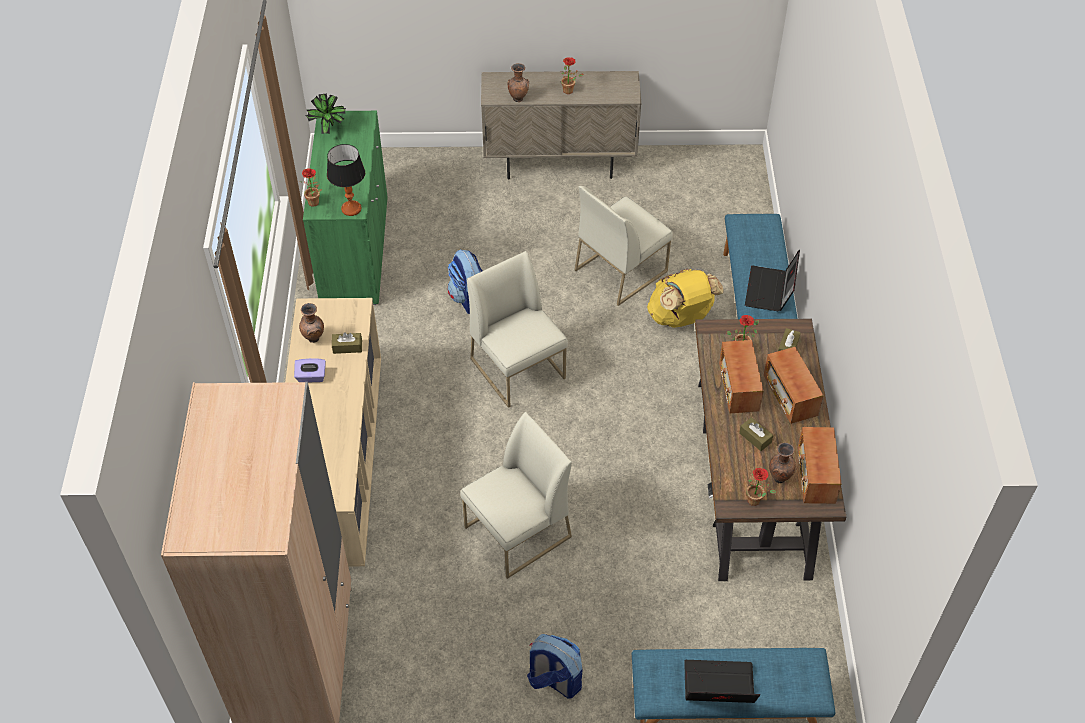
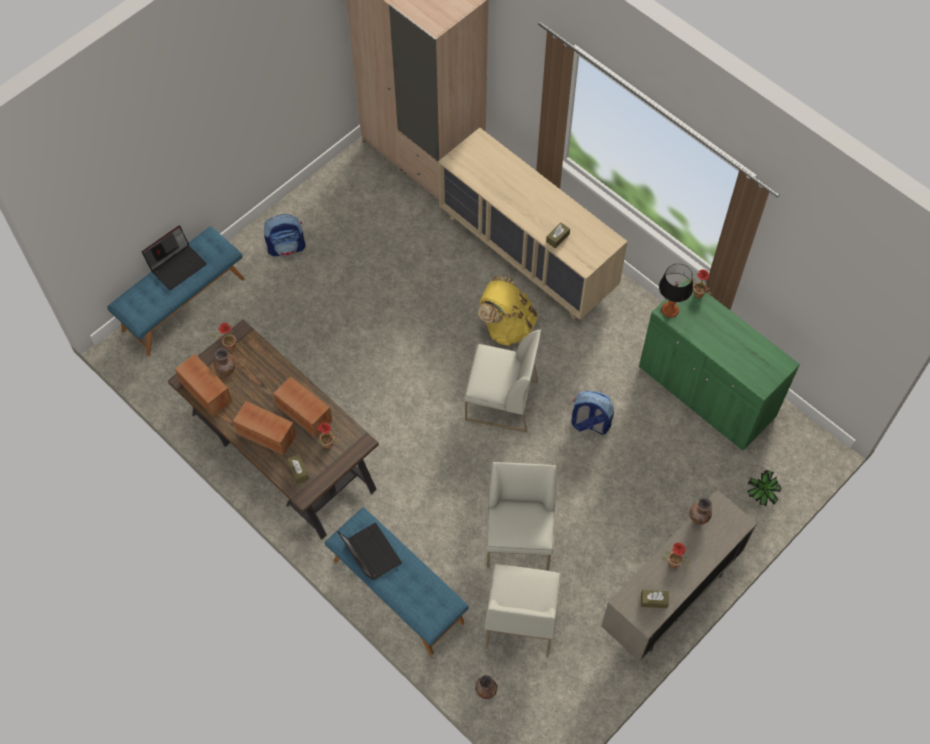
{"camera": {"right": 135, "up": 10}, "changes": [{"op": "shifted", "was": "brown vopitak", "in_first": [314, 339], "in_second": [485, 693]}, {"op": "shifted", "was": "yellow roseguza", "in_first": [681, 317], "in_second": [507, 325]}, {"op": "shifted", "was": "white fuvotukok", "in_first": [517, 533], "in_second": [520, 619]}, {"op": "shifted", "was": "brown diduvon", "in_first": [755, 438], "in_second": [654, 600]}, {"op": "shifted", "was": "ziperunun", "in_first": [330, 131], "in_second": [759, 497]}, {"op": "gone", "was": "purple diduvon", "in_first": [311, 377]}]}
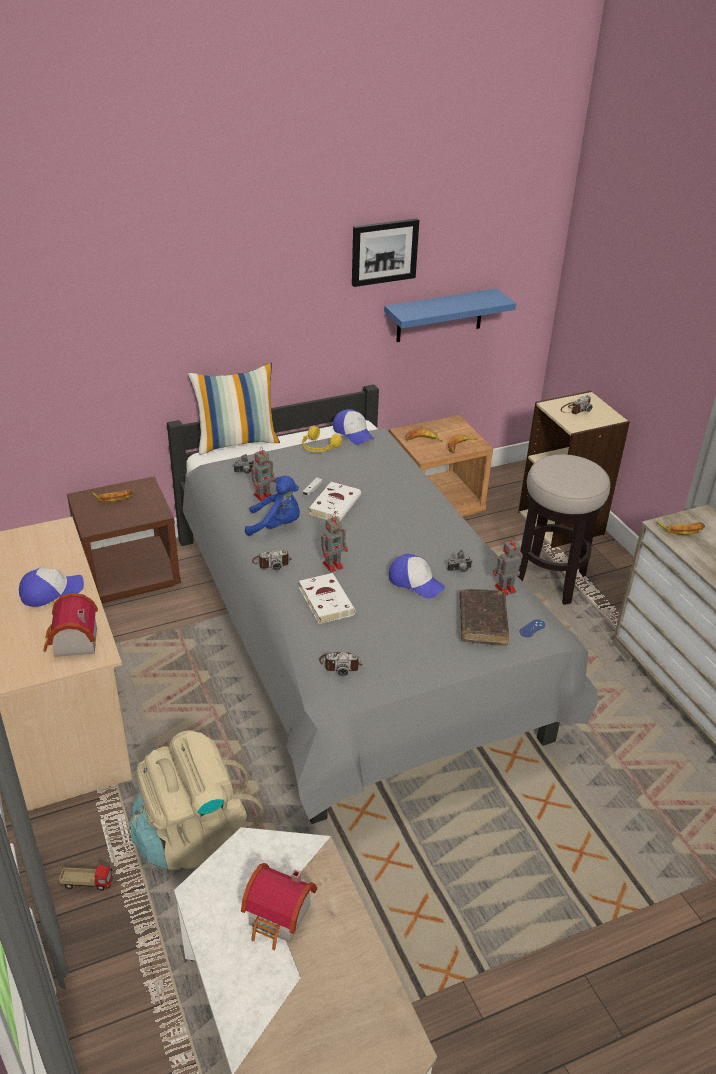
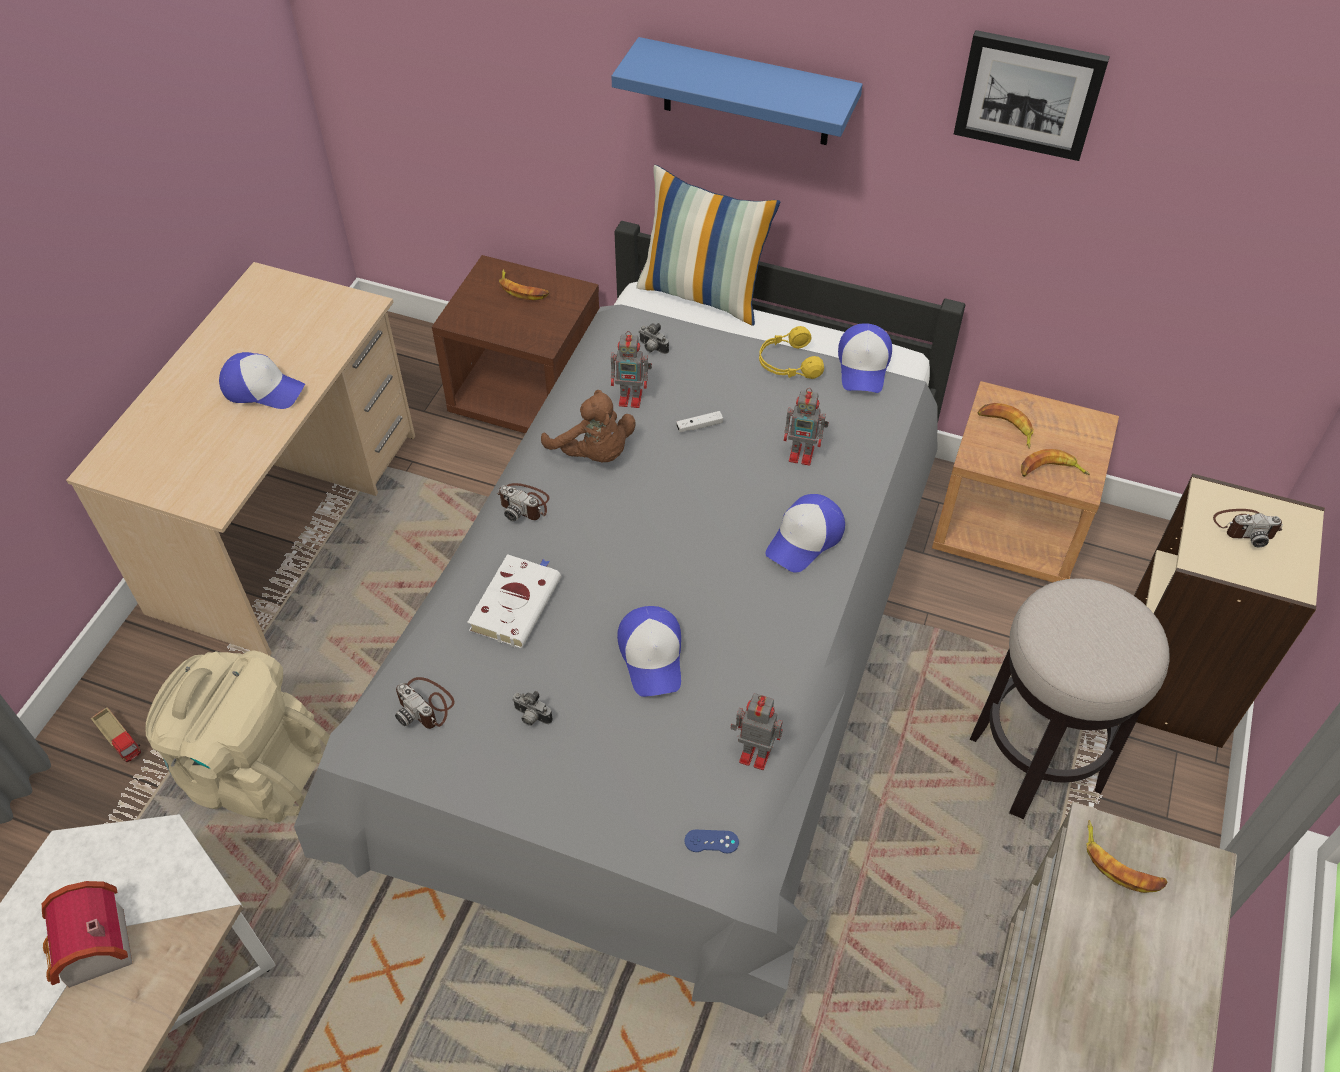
{"camera": {"right": 45, "up": 15}, "changes": [{"op": "shifted", "was": "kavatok", "in_first": [460, 570], "in_second": [531, 717]}, {"op": "repainted", "was": "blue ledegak", "now": "brown ledegak", "in_first": [276, 525], "in_second": [594, 453]}, {"op": "shifted", "was": "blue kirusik", "in_first": [440, 315], "in_second": [746, 93]}, {"op": "new", "now": "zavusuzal", "in_second": [805, 539]}, {"op": "shifted", "was": "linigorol", "in_first": [333, 565], "in_second": [803, 454]}, {"op": "gone", "was": "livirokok", "in_first": [72, 643]}, {"op": "gone", "was": "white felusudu", "in_first": [335, 504]}, {"op": "gone", "was": "brown felusudu", "in_first": [482, 622]}]}
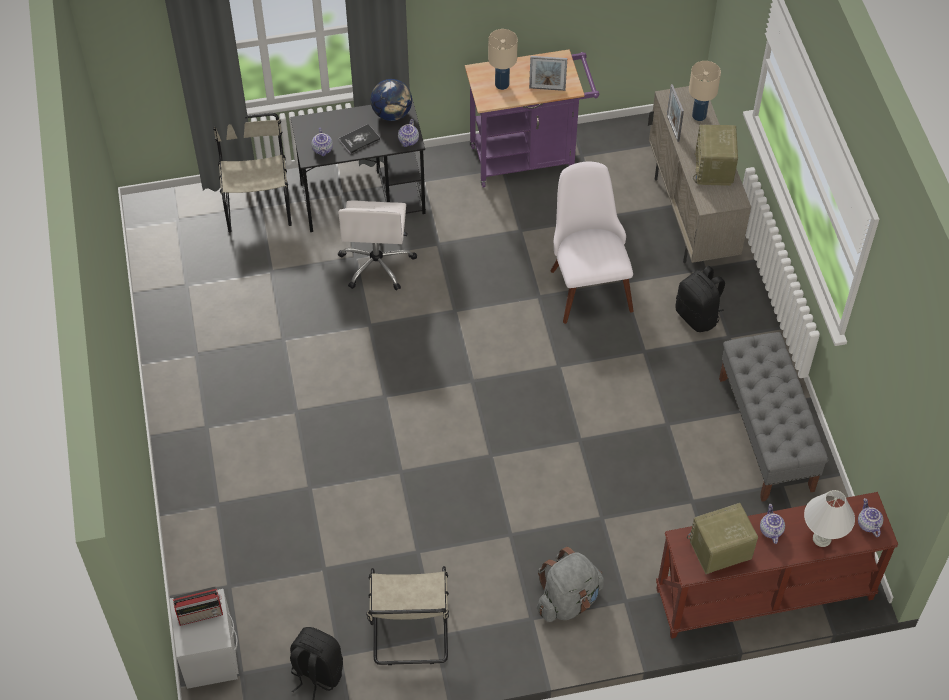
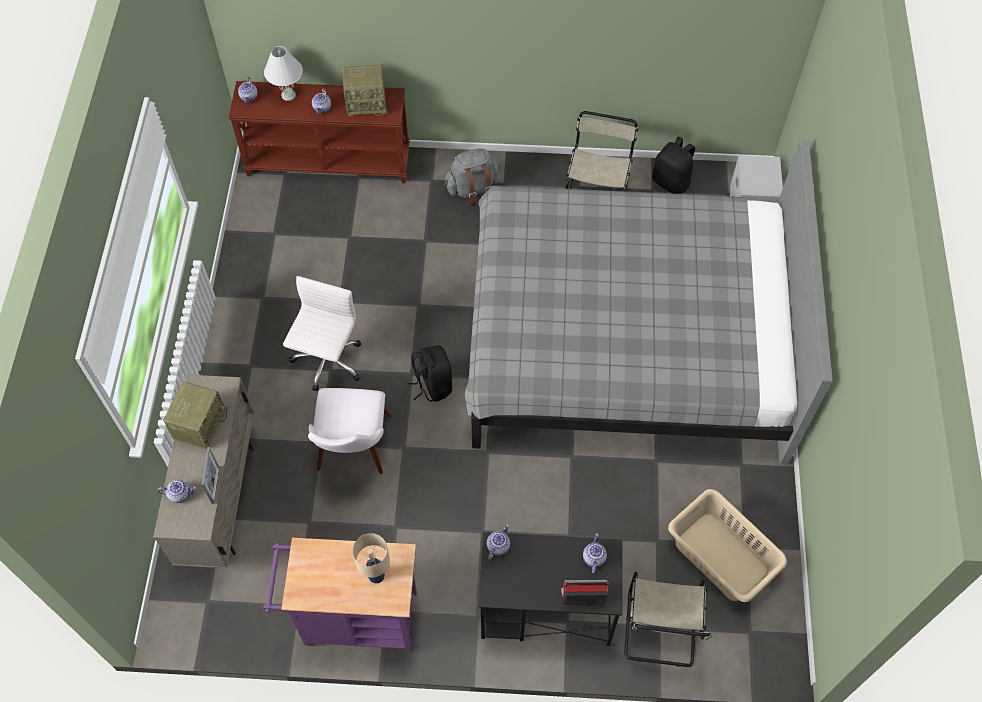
{"camera": {"right": -165, "up": 5}, "changes": [{"op": "swapped", "was": "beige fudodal", "now": "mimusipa", "in_first": [699, 116], "in_second": [180, 494]}, {"op": "shifted", "was": "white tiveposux", "in_first": [377, 264], "in_second": [327, 362]}, {"op": "shifted", "was": "black roseguza", "in_first": [698, 316], "in_second": [432, 385]}, {"op": "new", "now": "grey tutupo", "in_second": [627, 339]}, {"op": "shifted", "was": "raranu", "in_first": [201, 613], "in_second": [582, 597]}, {"op": "new", "now": "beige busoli", "in_second": [721, 556]}, {"op": "gone", "was": "felusudu", "in_first": [359, 139]}, {"op": "gone", "was": "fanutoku", "in_first": [392, 114]}, {"op": "gone", "was": "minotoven", "in_first": [547, 88]}, {"op": "gone", "was": "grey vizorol", "in_first": [766, 434]}]}
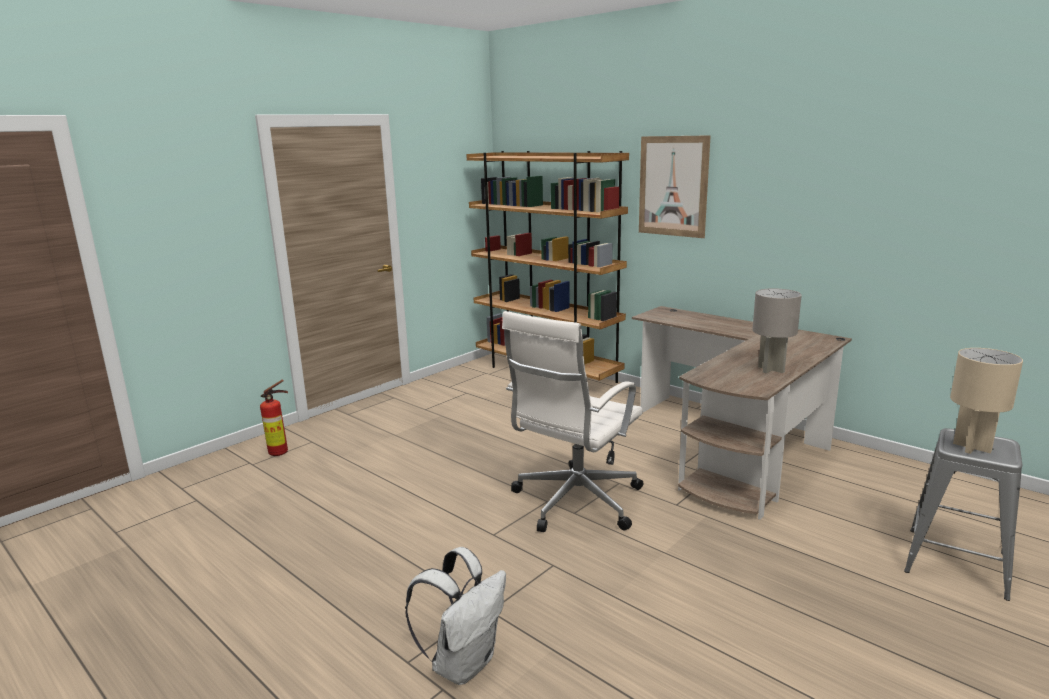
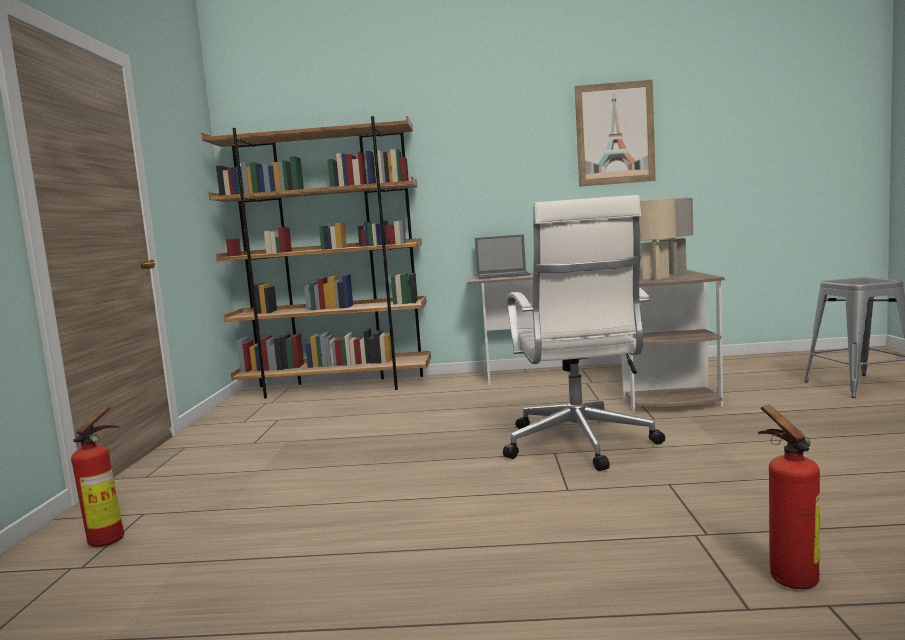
{"camera": {"right": -40, "up": -10}, "changes": [{"op": "new", "now": "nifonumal", "in_second": [503, 275]}, {"op": "shifted", "was": "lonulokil", "in_first": [673, 186], "in_second": [615, 134]}, {"op": "shifted", "was": "beige fudodal", "in_first": [972, 447], "in_second": [655, 278]}, {"op": "swapped", "was": "white roseguza", "now": "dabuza", "in_first": [463, 663], "in_second": [788, 577]}]}
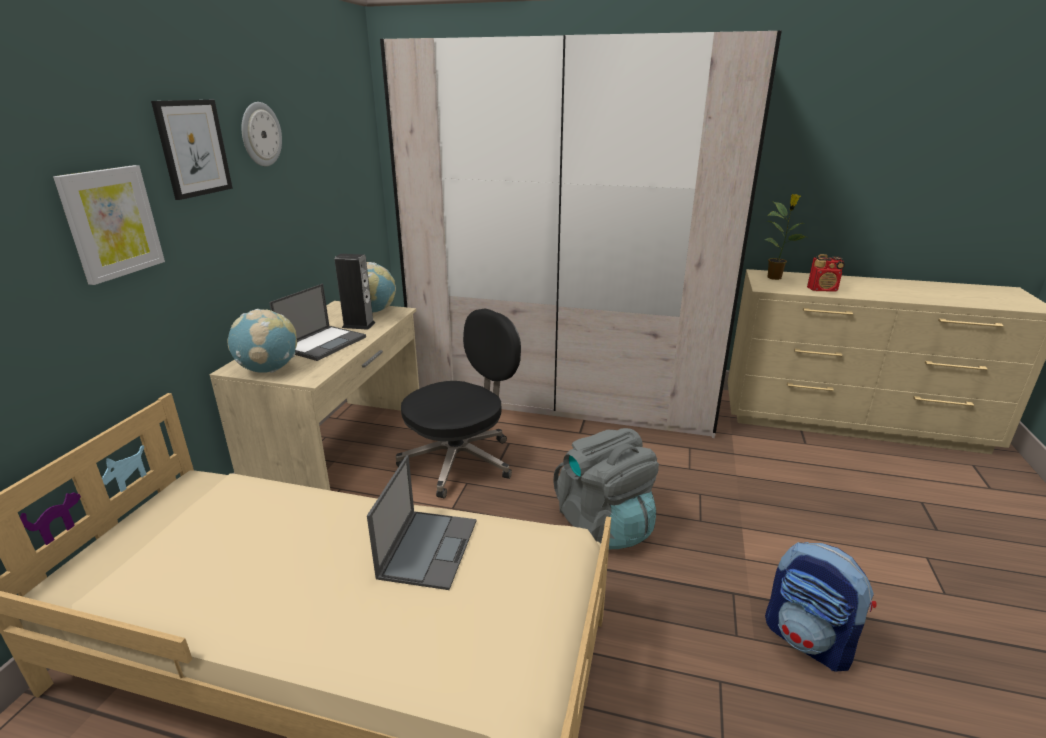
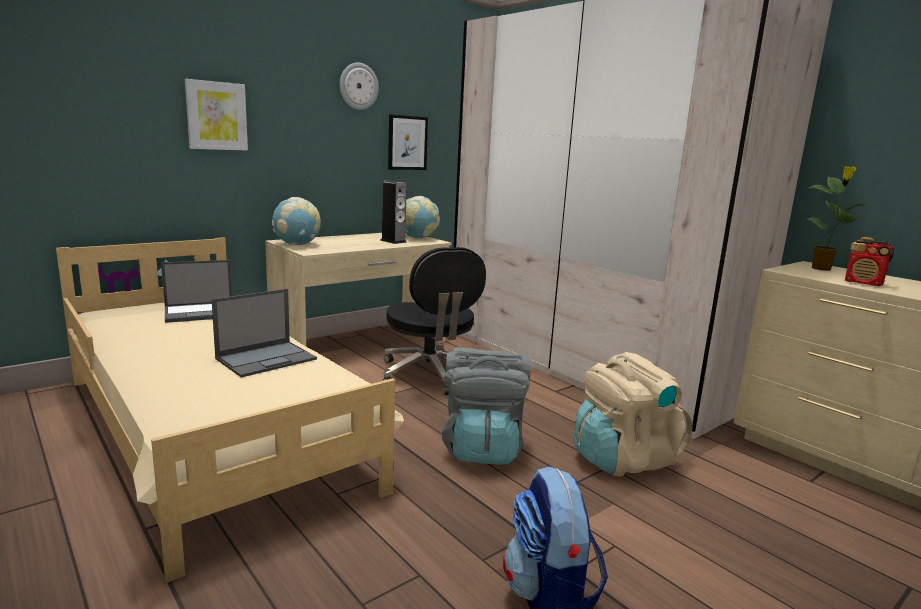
{"camera": {"right": 35, "up": -10}, "changes": [{"op": "shifted", "was": "nifonumal", "in_first": [323, 343], "in_second": [201, 312]}, {"op": "rotated", "was": "black tiveposux", "in_first": [461, 461], "in_second": [430, 374], "clockwise": 75}, {"op": "shifted", "was": "lonulokil", "in_first": [193, 148], "in_second": [407, 143]}, {"op": "new", "now": "beige roseguza", "in_second": [623, 459]}]}
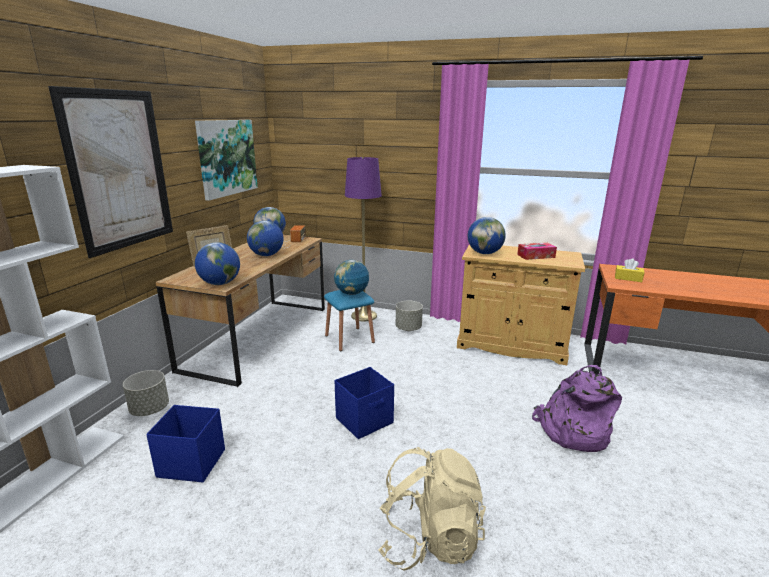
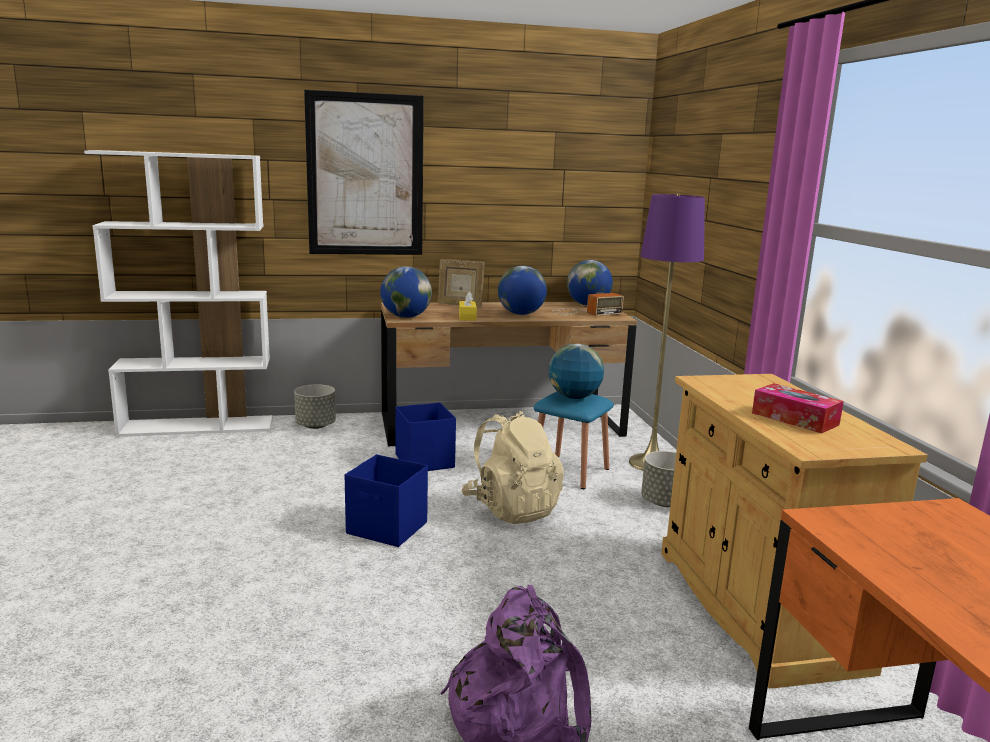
{"camera": {"right": 60, "up": -5}, "changes": [{"op": "shifted", "was": "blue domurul", "in_first": [191, 463], "in_second": [424, 461]}, {"op": "shifted", "was": "yellow diduvon", "in_first": [628, 278], "in_second": [467, 317]}, {"op": "shifted", "was": "beige roseguza", "in_first": [429, 539], "in_second": [511, 509]}, {"op": "gone", "was": "lonulokil", "in_first": [227, 157]}, {"op": "gone", "was": "fanutoku", "in_first": [484, 253]}]}
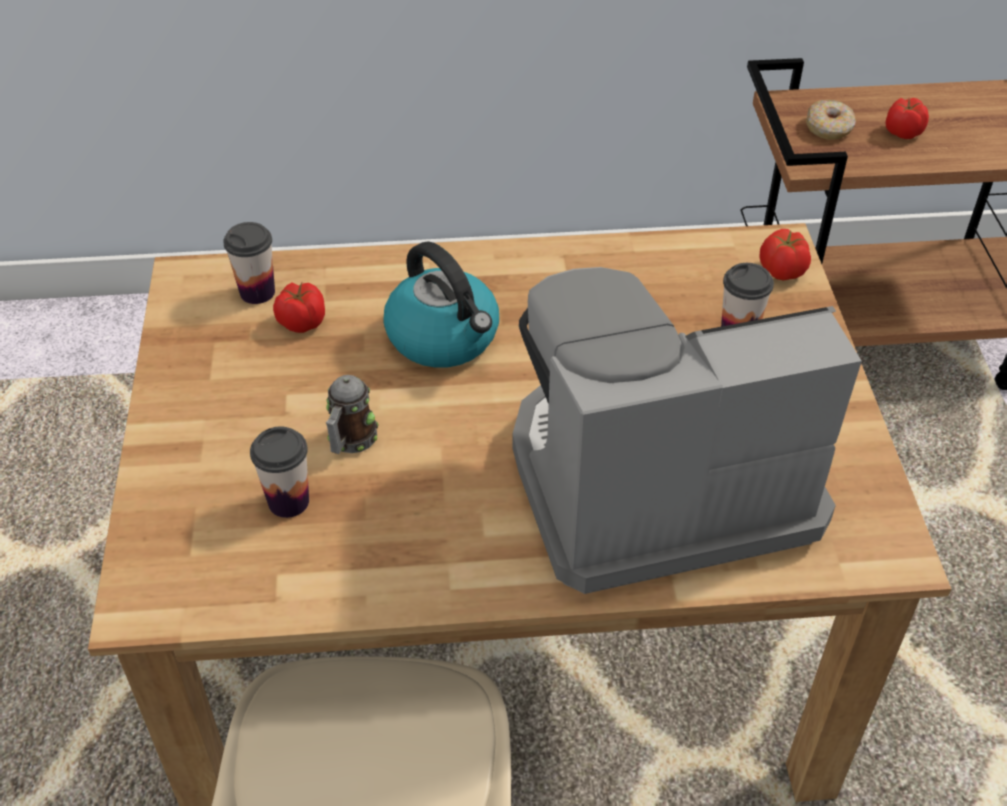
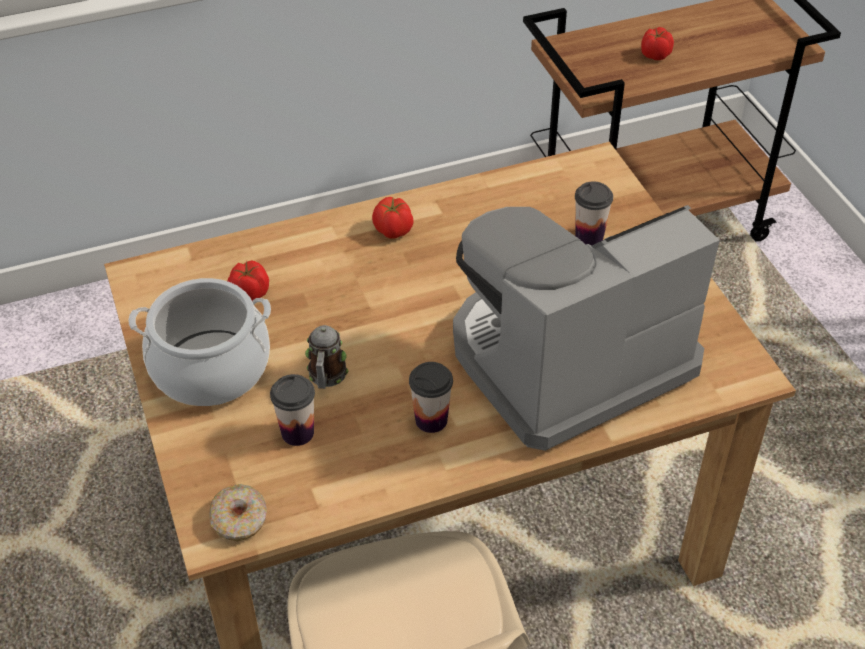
{"camera": {"right": -15, "up": 0}, "changes": [{"op": "new", "now": "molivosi", "in_second": [211, 369]}, {"op": "shifted", "was": "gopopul", "in_first": [829, 128], "in_second": [239, 520]}, {"op": "shifted", "was": "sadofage", "in_first": [781, 271], "in_second": [393, 231]}, {"op": "shifted", "was": "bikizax", "in_first": [257, 292], "in_second": [431, 420]}, {"op": "gone", "was": "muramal", "in_first": [444, 337]}]}
